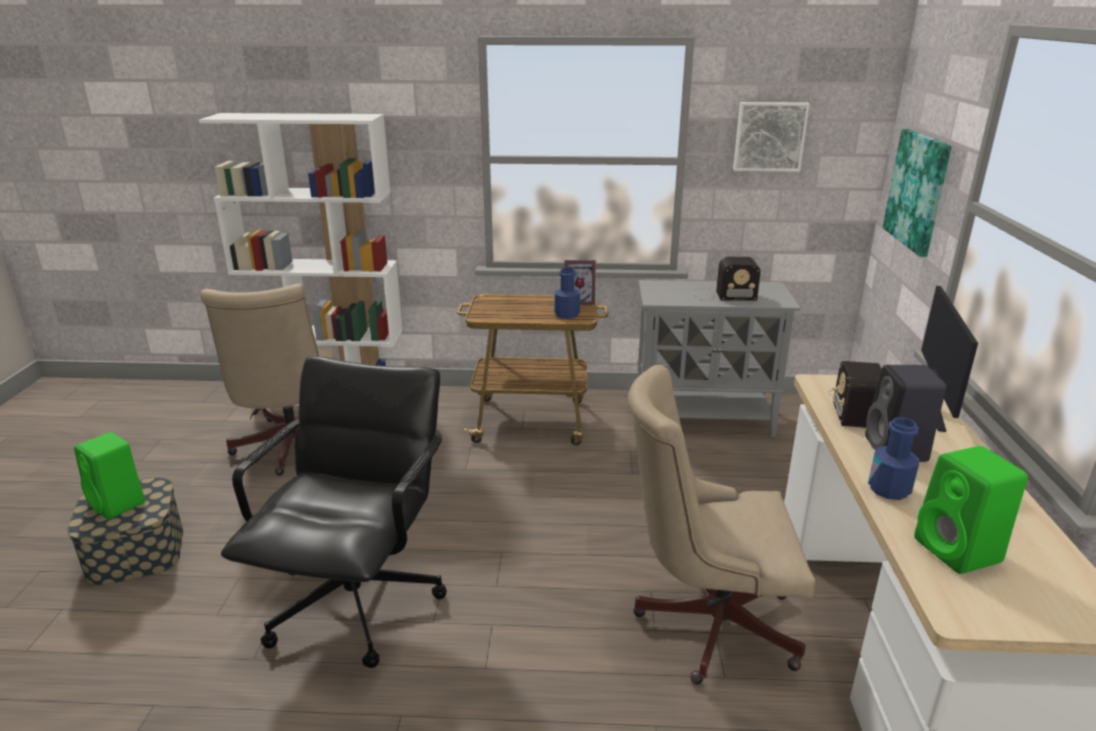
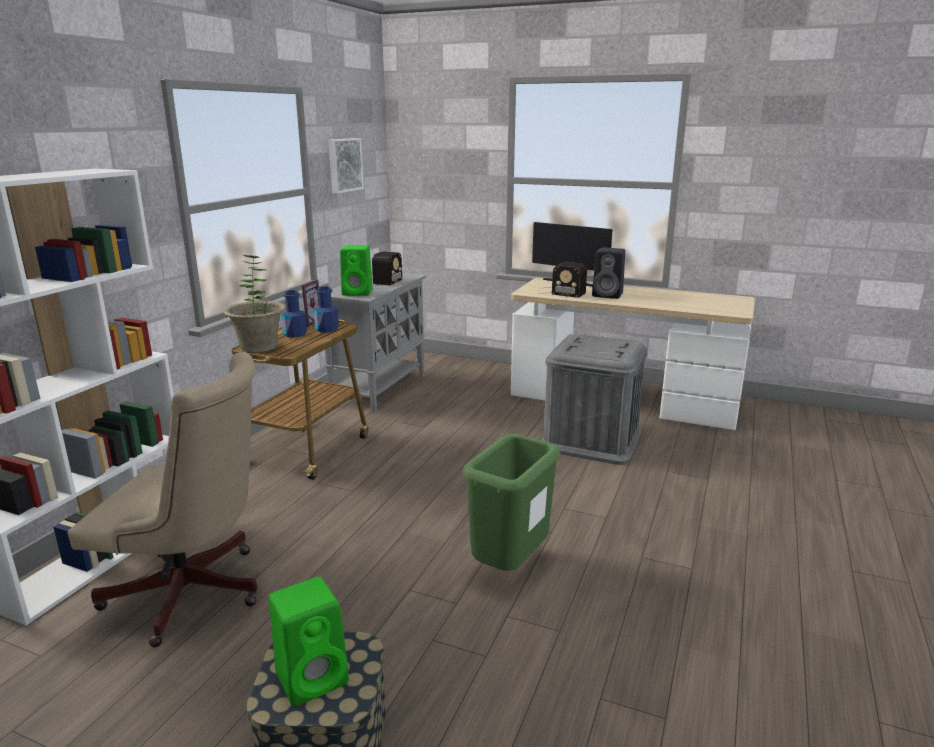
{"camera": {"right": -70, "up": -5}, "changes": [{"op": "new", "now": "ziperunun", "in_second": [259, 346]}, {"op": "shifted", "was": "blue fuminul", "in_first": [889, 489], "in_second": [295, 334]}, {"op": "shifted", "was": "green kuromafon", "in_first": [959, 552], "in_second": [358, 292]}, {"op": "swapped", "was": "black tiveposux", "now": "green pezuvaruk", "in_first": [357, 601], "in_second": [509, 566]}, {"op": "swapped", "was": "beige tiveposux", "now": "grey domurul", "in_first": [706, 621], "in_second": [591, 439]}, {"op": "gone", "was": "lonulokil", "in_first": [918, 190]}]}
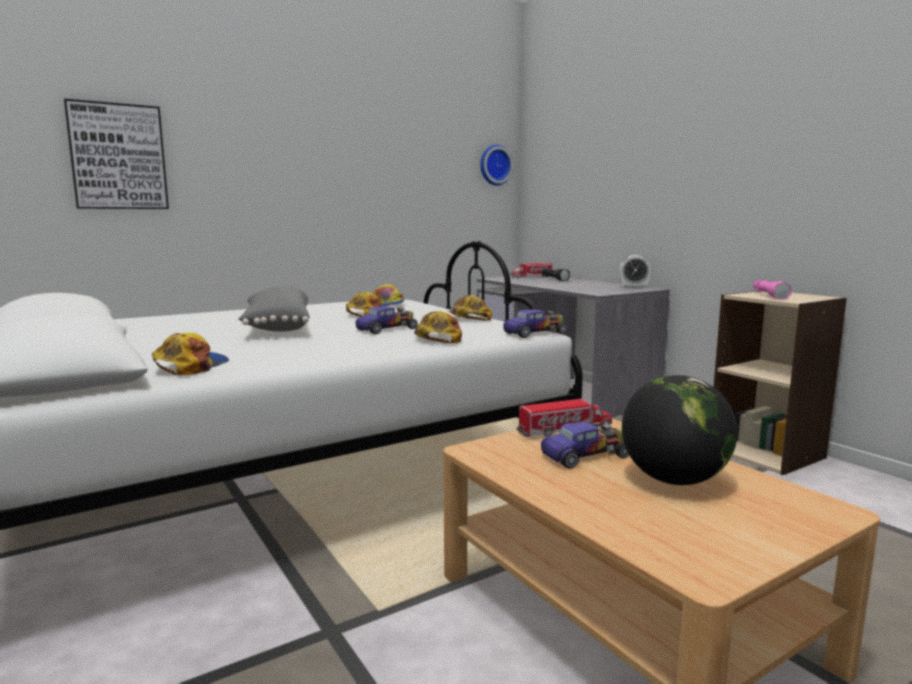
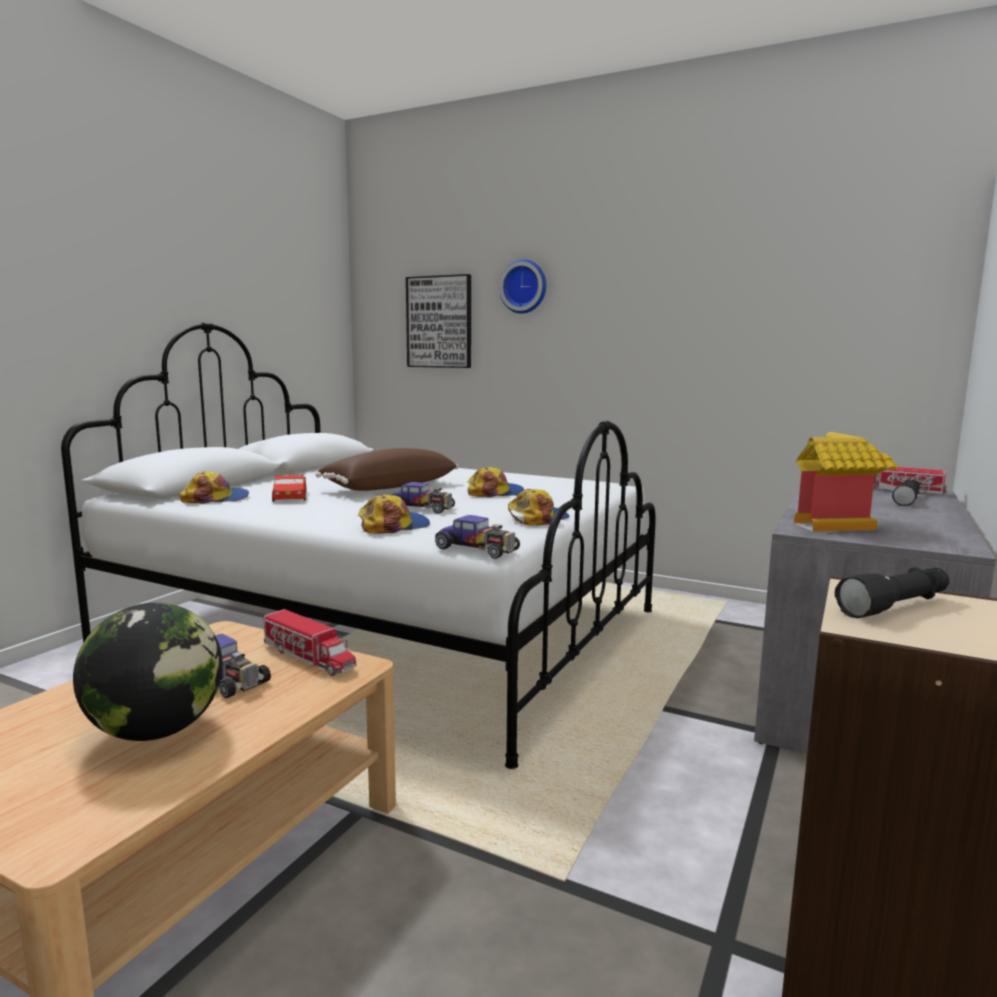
{"camera": {"right": 60, "up": 0}, "changes": [{"op": "new", "now": "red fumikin", "in_second": [290, 496]}, {"op": "repainted", "was": "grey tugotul", "now": "brown tugotul", "in_first": [276, 327], "in_second": [389, 487]}, {"op": "shifted", "was": "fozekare", "in_first": [494, 165], "in_second": [524, 287]}, {"op": "new", "now": "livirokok", "in_second": [836, 525]}, {"op": "repainted", "was": "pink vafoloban", "now": "black vafoloban", "in_first": [768, 296], "in_second": [896, 606]}, {"op": "gone", "was": "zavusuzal", "in_first": [387, 305]}, {"op": "gone", "was": "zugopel", "in_first": [633, 287]}]}
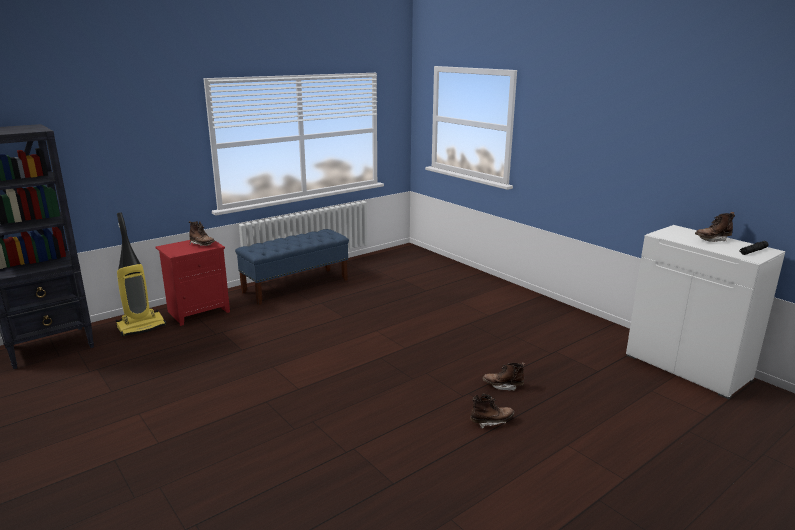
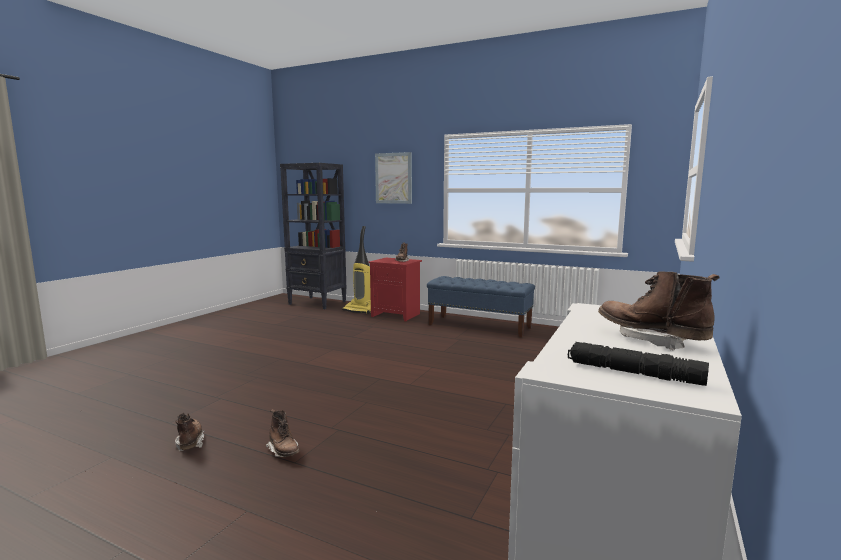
{"camera": {"right": 65, "up": -10}, "changes": [{"op": "shifted", "was": "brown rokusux", "in_first": [503, 386], "in_second": [190, 442]}, {"op": "new", "now": "lonulokil", "in_second": [393, 178]}]}
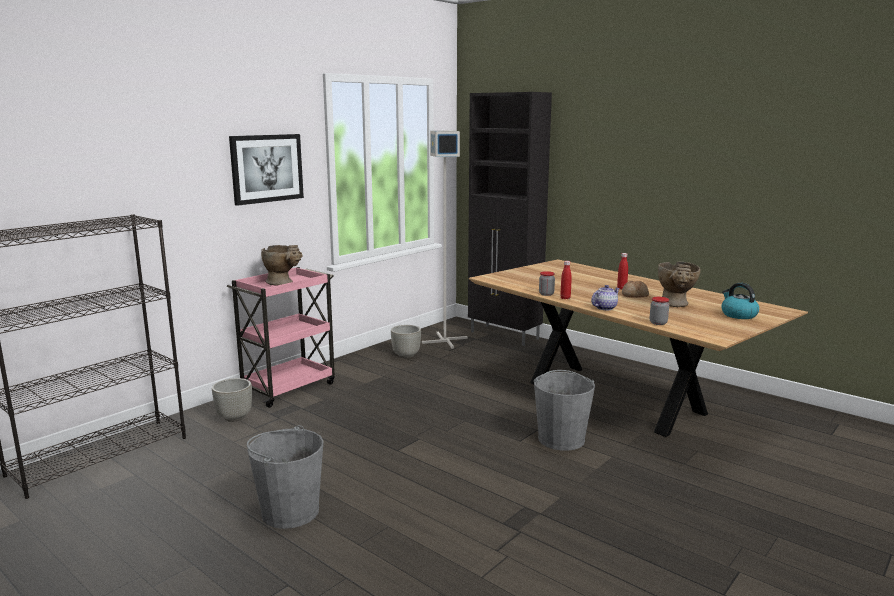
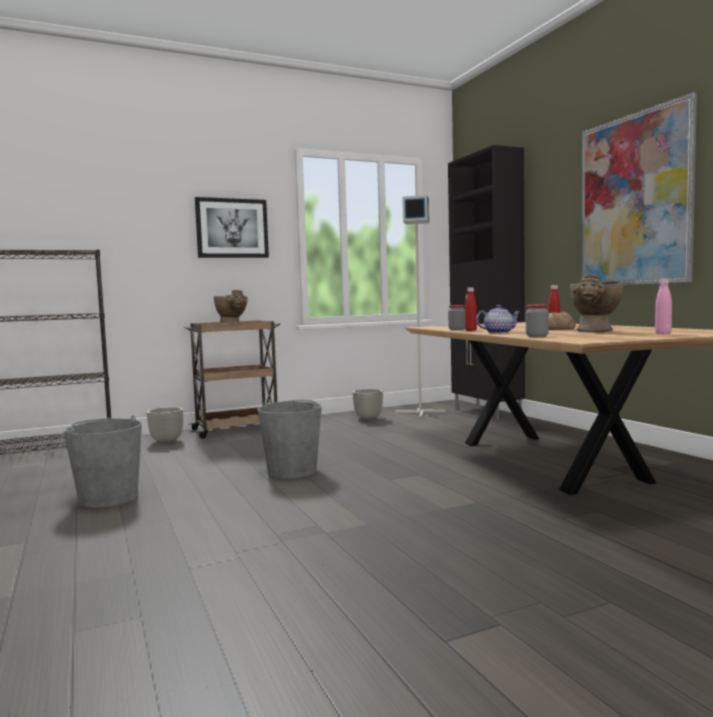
{"camera": {"right": 25, "up": -10}, "changes": [{"op": "repainted", "was": "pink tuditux", "now": "brown tuditux", "in_first": [289, 387], "in_second": [237, 429]}, {"op": "shifted", "was": "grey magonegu", "in_first": [561, 439], "in_second": [292, 471]}, {"op": "new", "now": "lonulokil", "in_second": [634, 200]}, {"op": "swapped", "was": "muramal", "now": "pink fuminul", "in_first": [738, 315], "in_second": [663, 334]}]}
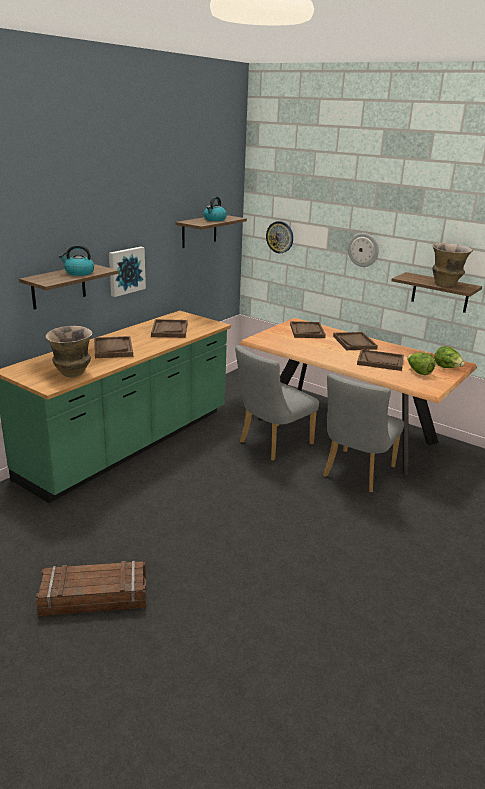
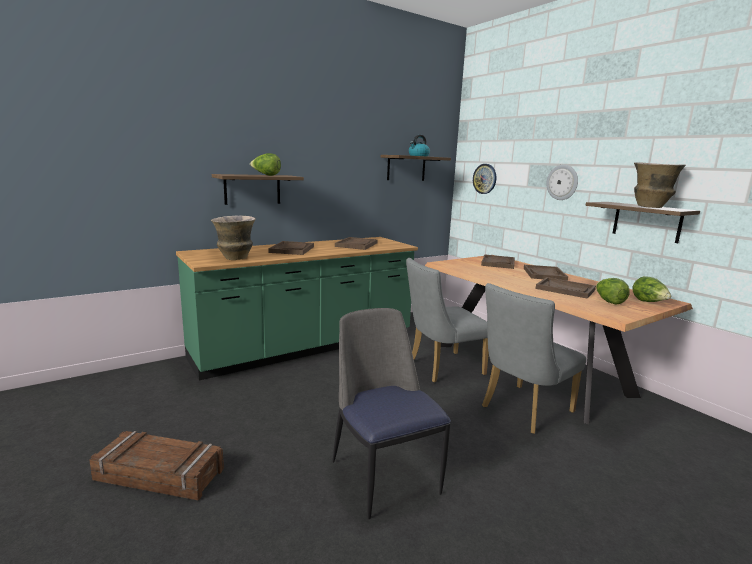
{"camera": {"right": 20, "up": -10}, "changes": [{"op": "swapped", "was": "muramal", "now": "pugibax", "in_first": [79, 273], "in_second": [266, 175]}, {"op": "new", "now": "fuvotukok", "in_second": [384, 474]}, {"op": "gone", "was": "lonulokil", "in_first": [126, 270]}]}
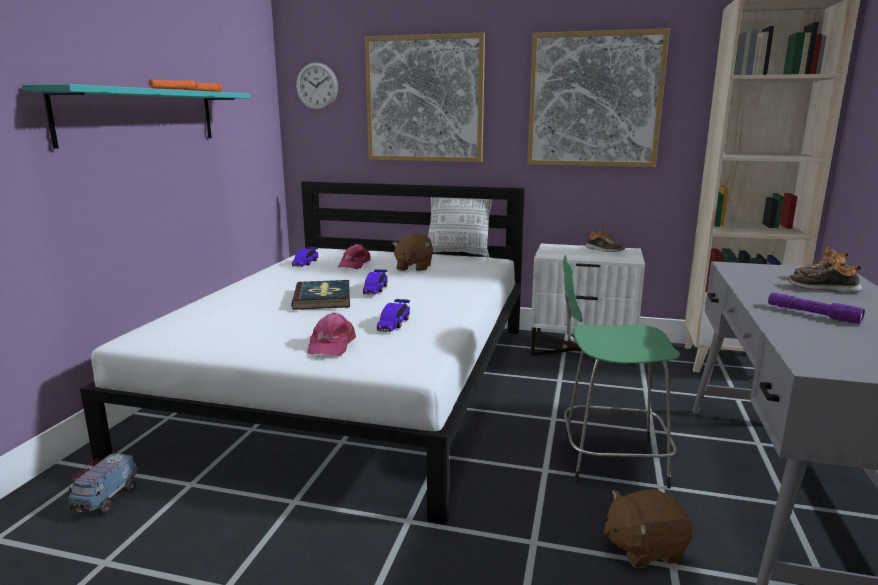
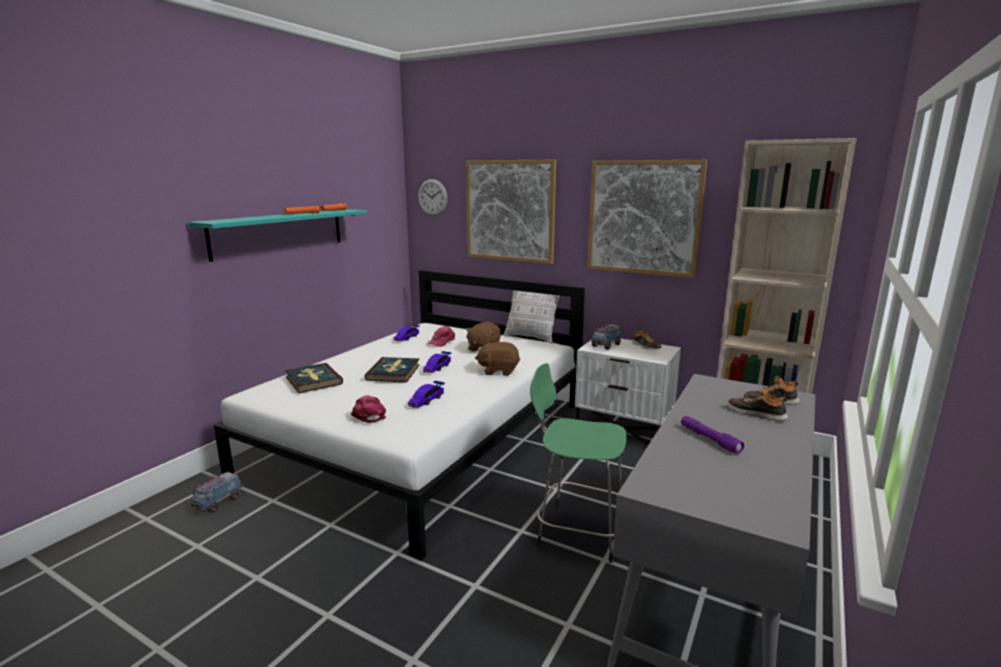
{"camera": {"right": 15, "up": 0}, "changes": [{"op": "new", "now": "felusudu", "in_second": [313, 380]}, {"op": "rotated", "was": "pink zavusuzal", "in_first": [331, 344], "in_second": [368, 414], "clockwise": 135}, {"op": "shifted", "was": "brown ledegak", "in_first": [643, 548], "in_second": [498, 371]}, {"op": "new", "now": "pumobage", "in_second": [606, 345]}]}
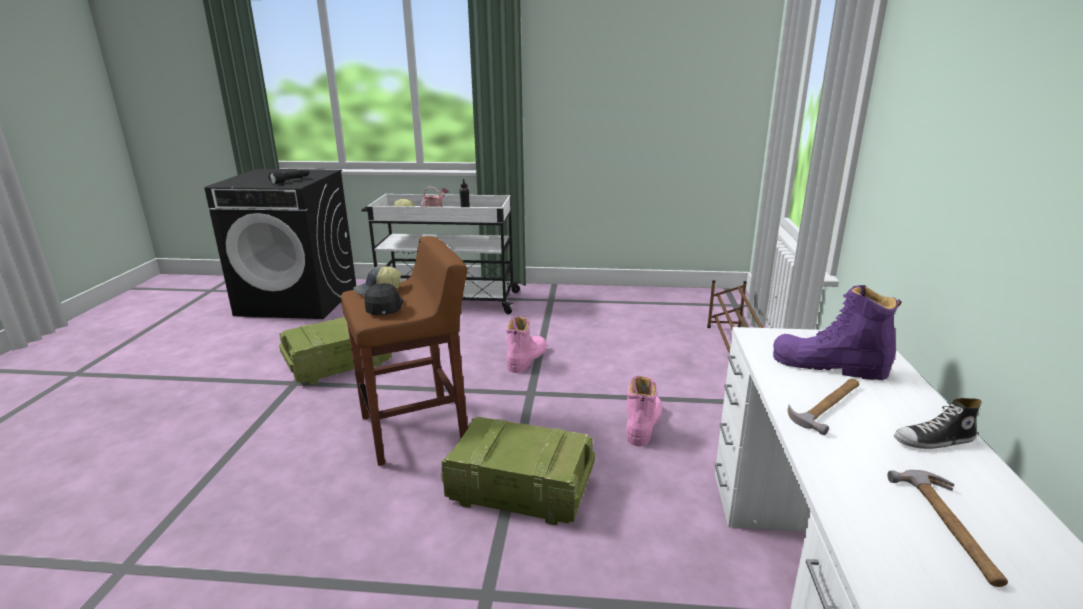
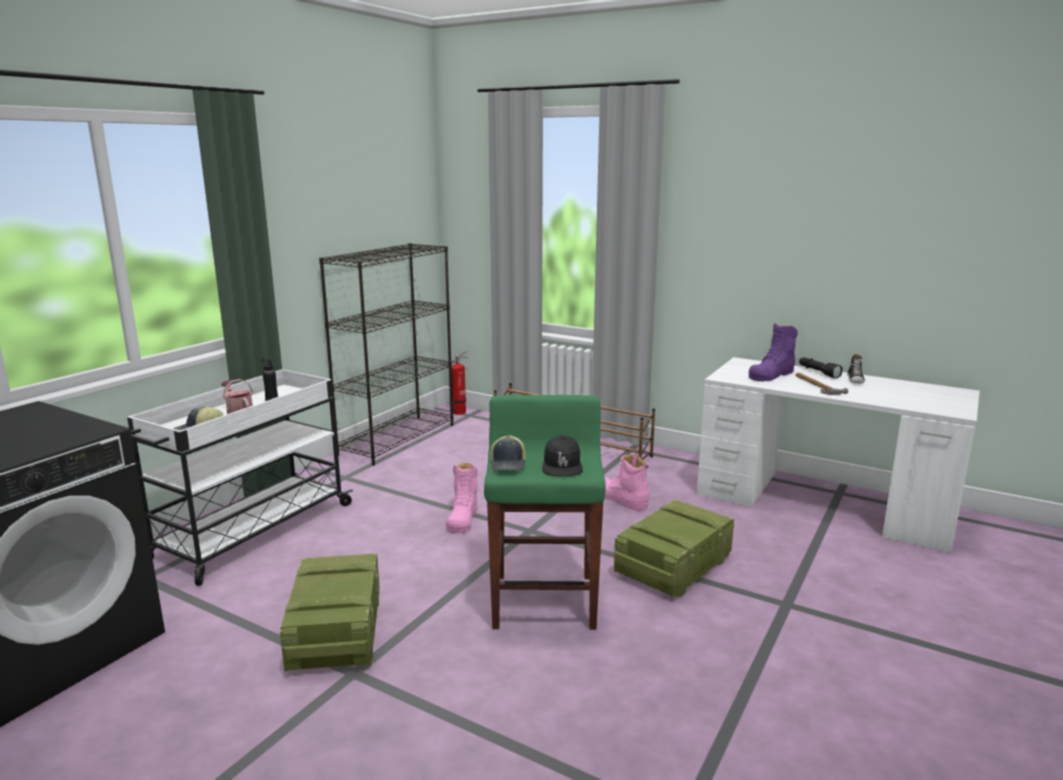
{"camera": {"right": -65, "up": -5}, "changes": [{"op": "new", "now": "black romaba", "in_second": [397, 439]}, {"op": "rotated", "was": "pink rokusux", "in_first": [526, 359], "in_second": [462, 518], "clockwise": -135}, {"op": "new", "now": "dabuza", "in_second": [460, 411]}, {"op": "repainted", "was": "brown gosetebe", "now": "green gosetebe", "in_first": [416, 429], "in_second": [544, 599]}, {"op": "rotated", "was": "black zavusuzal", "in_first": [383, 306], "in_second": [562, 465], "clockwise": -105}, {"op": "shifted", "was": "black vafoloban", "in_first": [291, 181], "in_second": [818, 372]}, {"op": "gone", "was": "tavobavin", "in_first": [950, 527]}]}
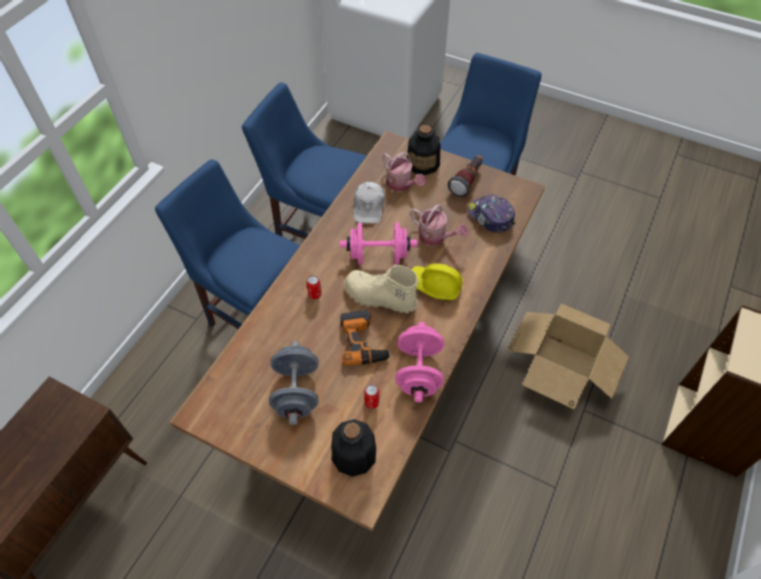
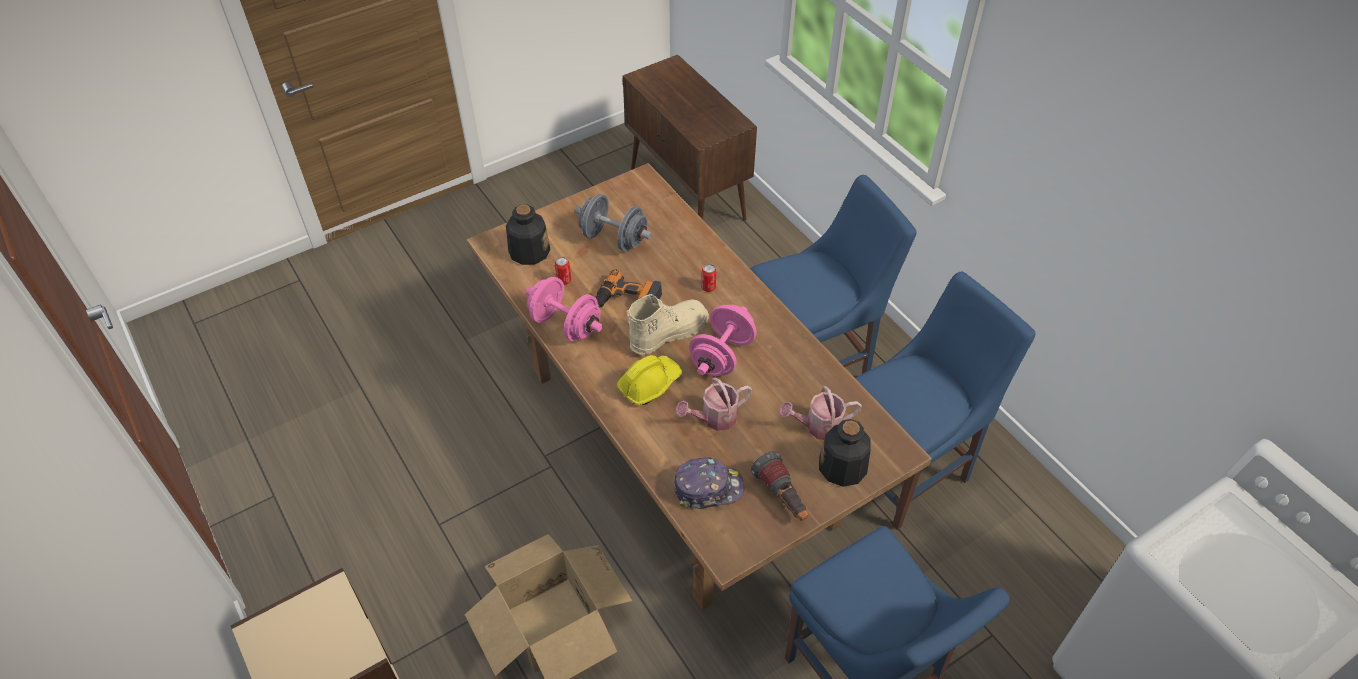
{"camera": {"right": 120, "up": -5}, "changes": [{"op": "gone", "was": "white zavusuzal", "in_first": [369, 207]}]}
